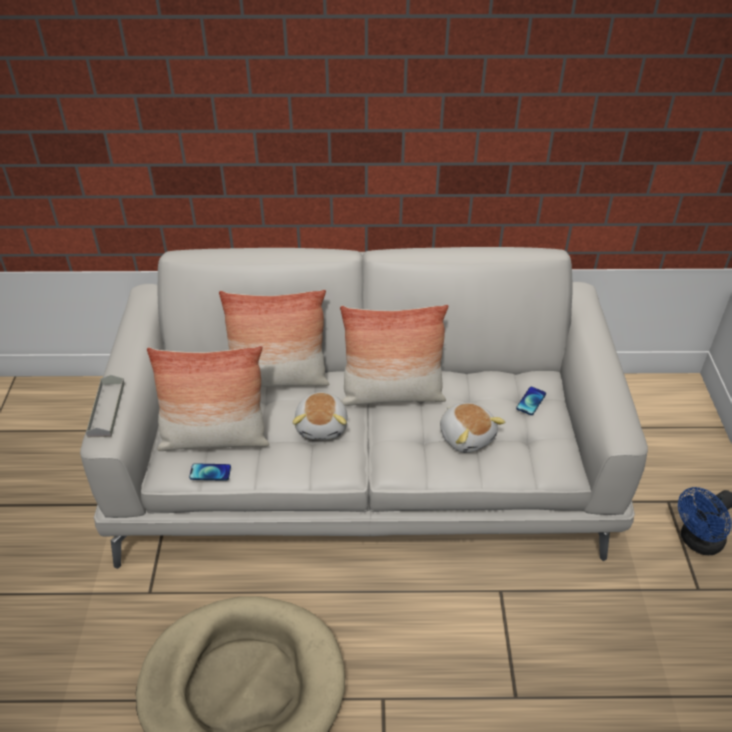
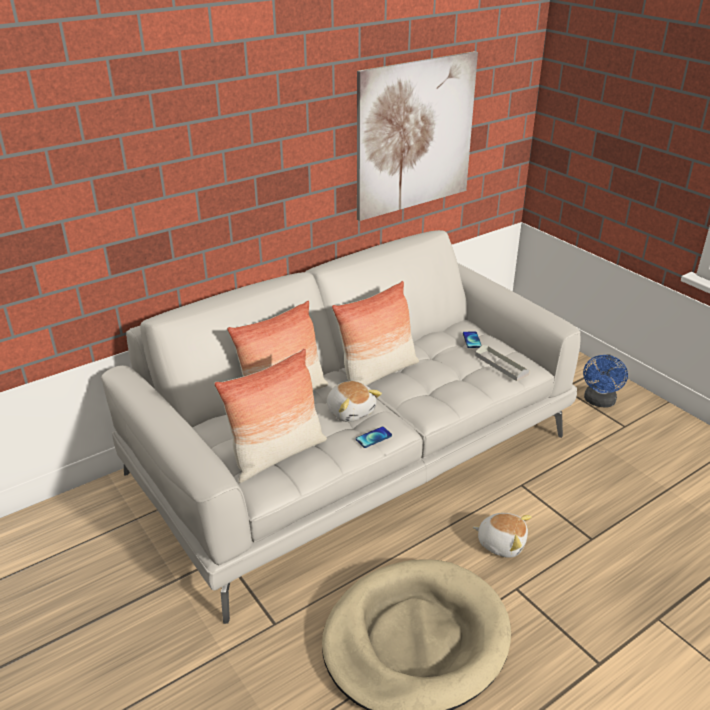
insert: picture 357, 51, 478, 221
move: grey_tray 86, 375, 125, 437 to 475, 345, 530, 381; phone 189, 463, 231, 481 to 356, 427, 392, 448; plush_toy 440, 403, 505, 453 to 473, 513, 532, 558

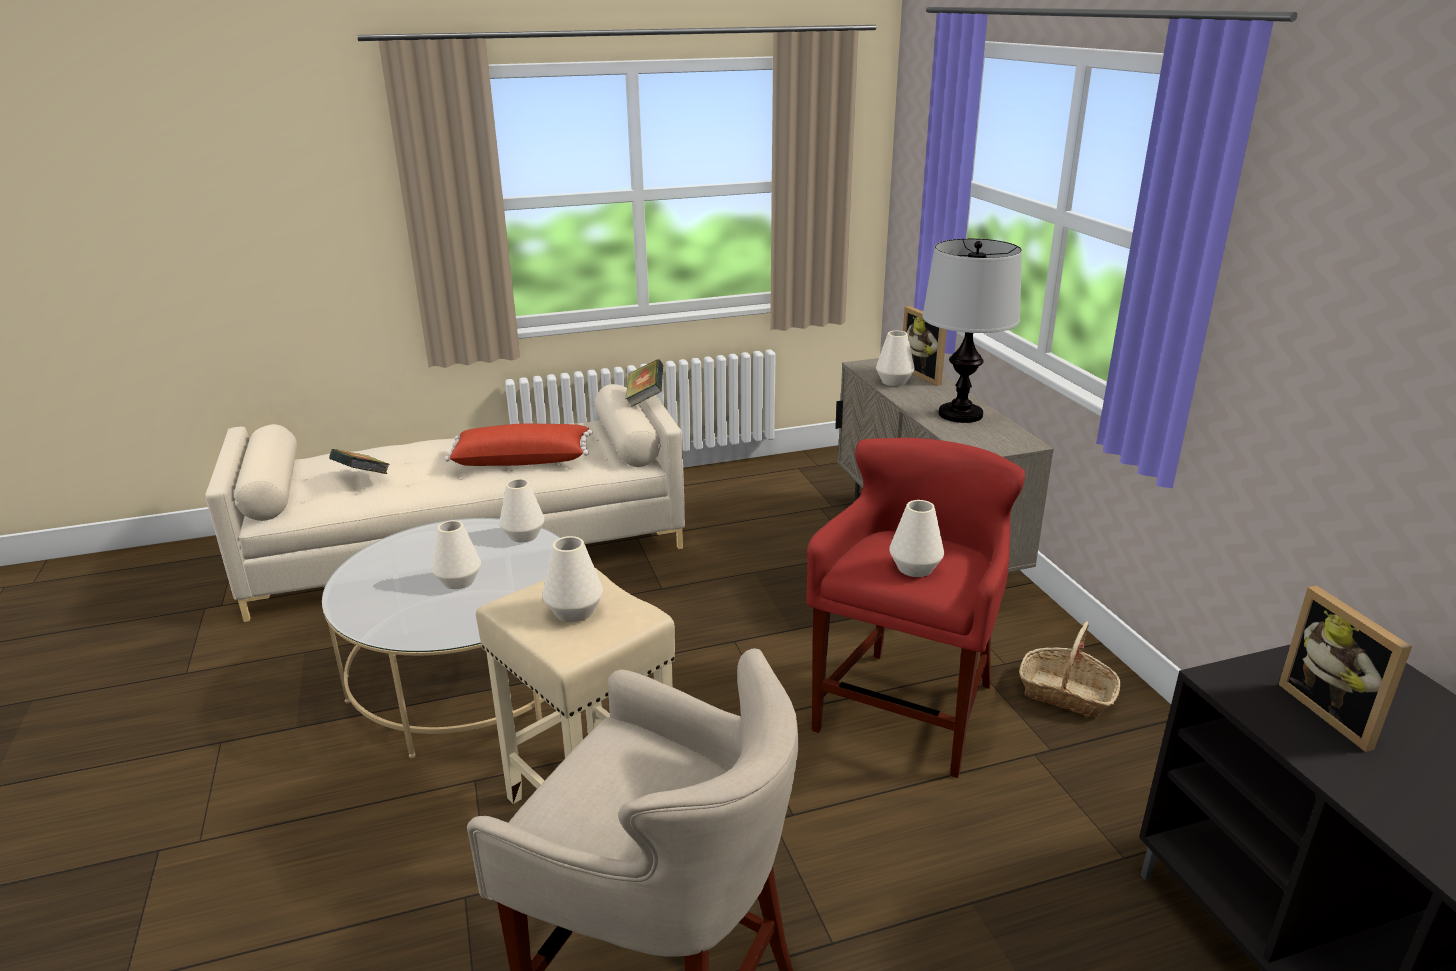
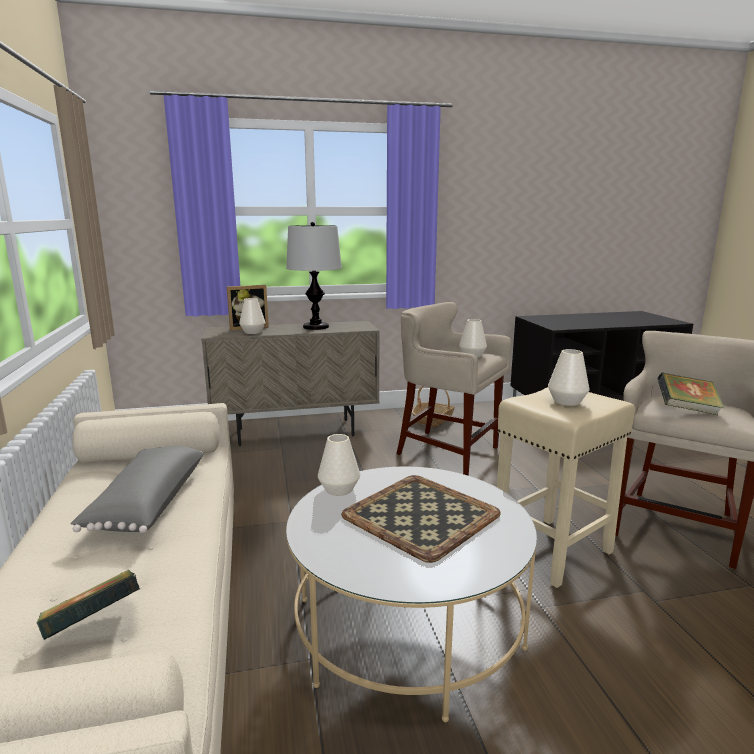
delete: picture_frame 1279, 585, 1412, 752
move: book 625, 359, 663, 407 to 657, 372, 724, 415
replace: white_vase 431, 520, 481, 589 to tray 341, 475, 501, 563
recolor: red_pillow 445, 424, 593, 466 to grey_pillow 70, 446, 204, 533; red_stool 806, 438, 1025, 778 to beige_stool 396, 302, 511, 475

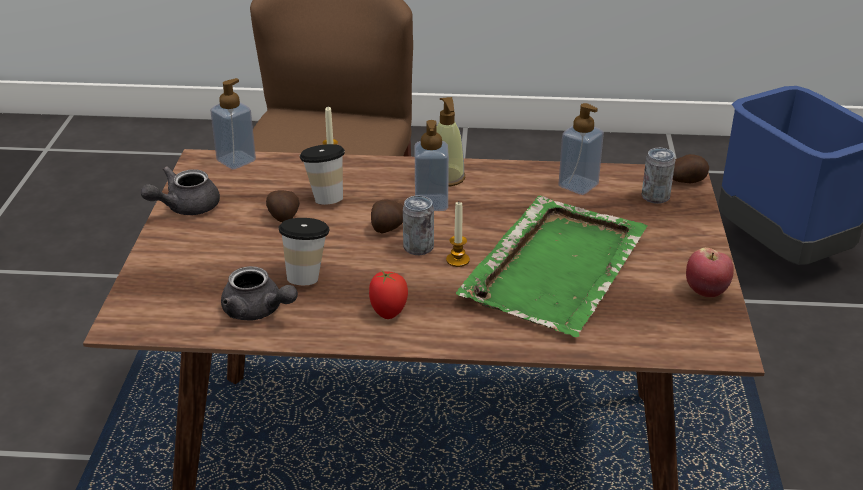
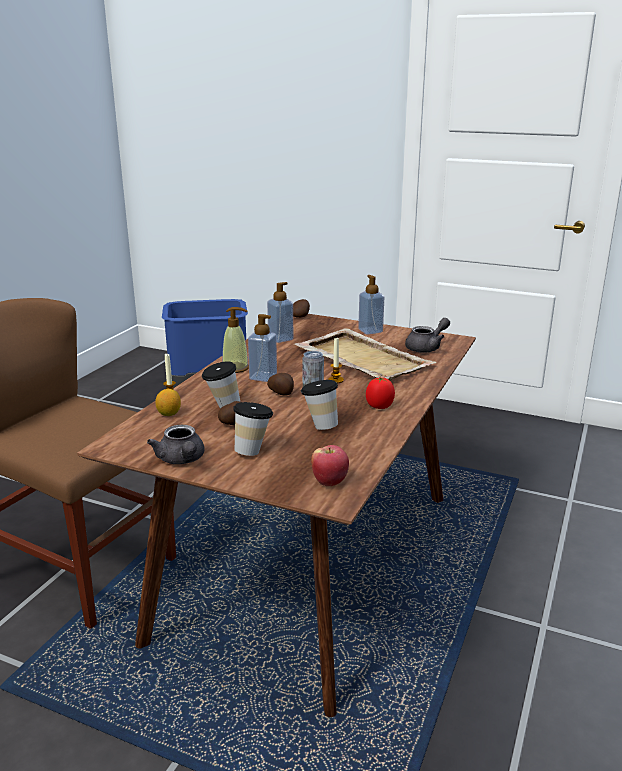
delete: can 641, 148, 675, 204
insert: lemon 155, 389, 181, 416; cup 233, 402, 273, 456
move: soap_dispenser 210, 78, 256, 170 to 358, 275, 384, 335; grey_teapot 221, 266, 298, 321 to 405, 318, 450, 353; apple 686, 248, 734, 298 to 311, 445, 349, 486
recolor: green_tray 456, 196, 647, 337 to beige_tray 294, 328, 437, 380

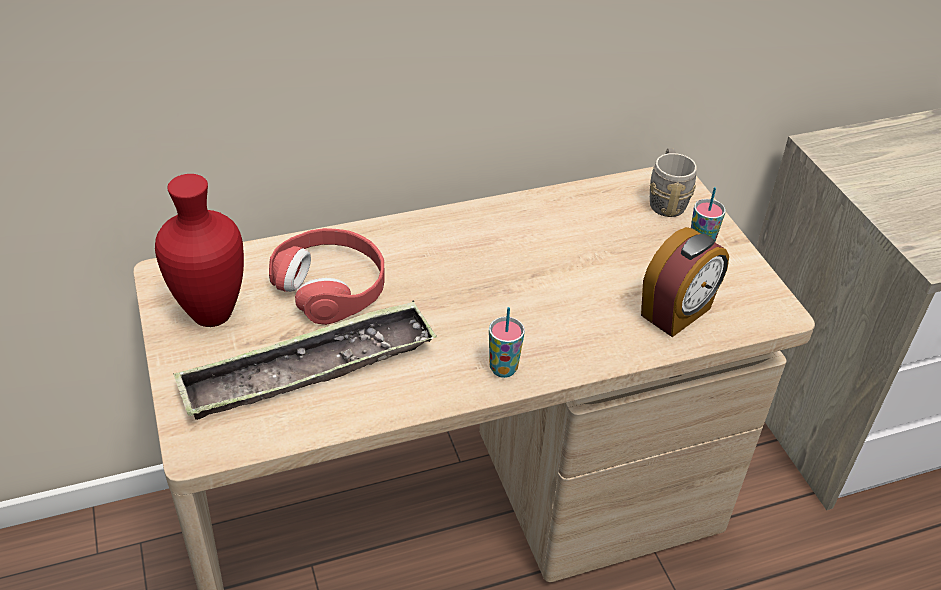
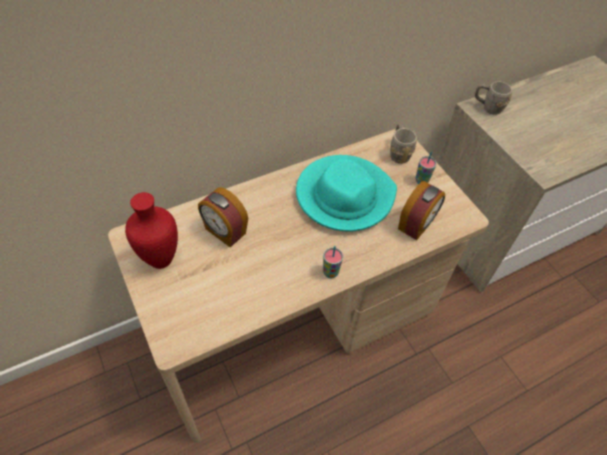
delete: tray 173, 301, 437, 420
insert: turquoise_hat 296, 155, 397, 232; grey_mug 475, 81, 512, 115
replace: red_headphones 269, 228, 385, 325 to alarm_clock 198, 187, 248, 247

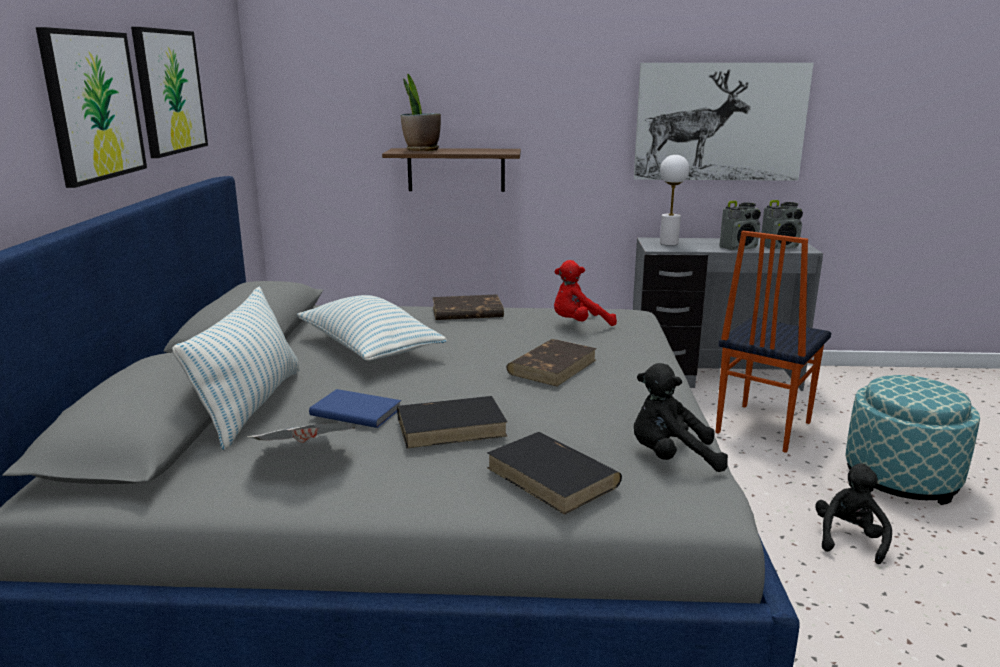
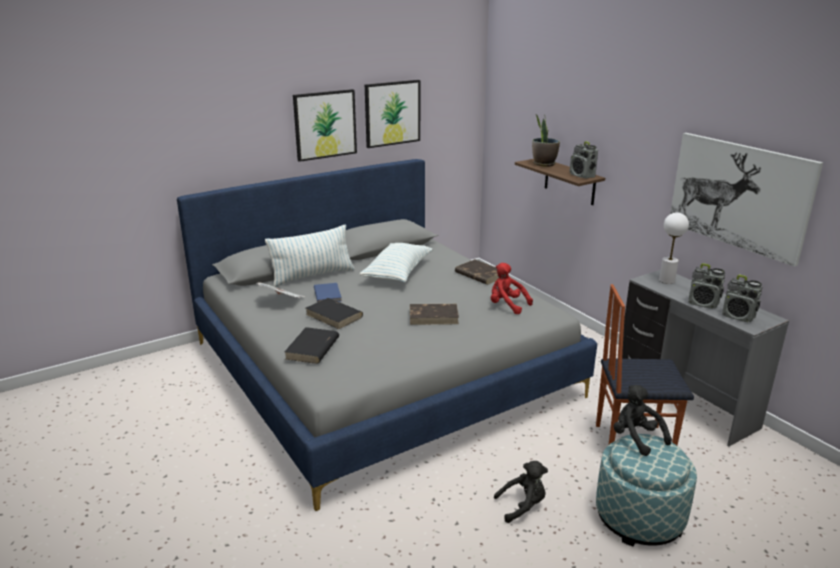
insert: radio 570, 141, 598, 179
move: black_plush_toy 634, 363, 728, 472 to 614, 385, 672, 456

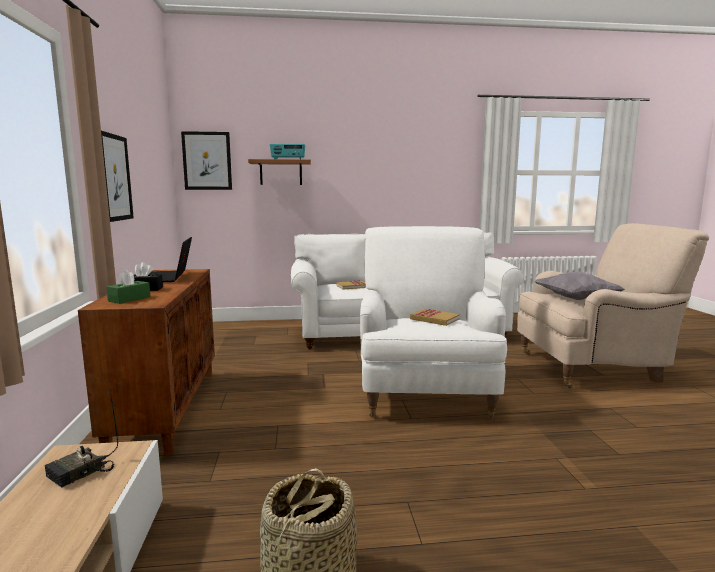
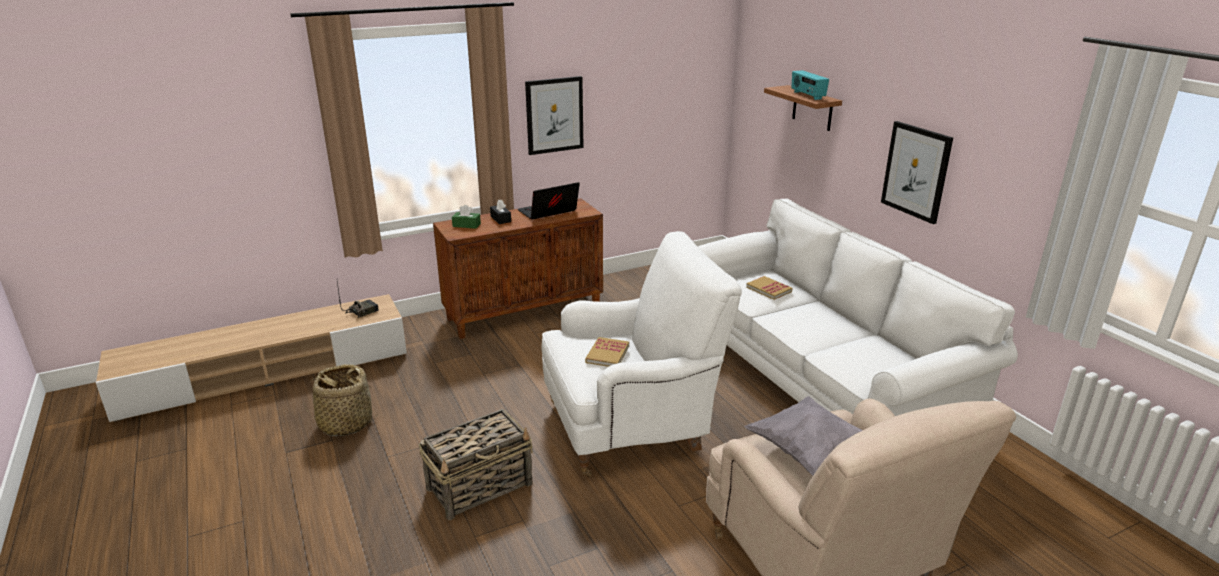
insert: basket 419, 409, 533, 520
move: picture 181, 131, 232, 190 to 881, 121, 953, 224
rotate: radio 45, 389, 118, 488 = 337, 281, 379, 318 120 degrees clockwise

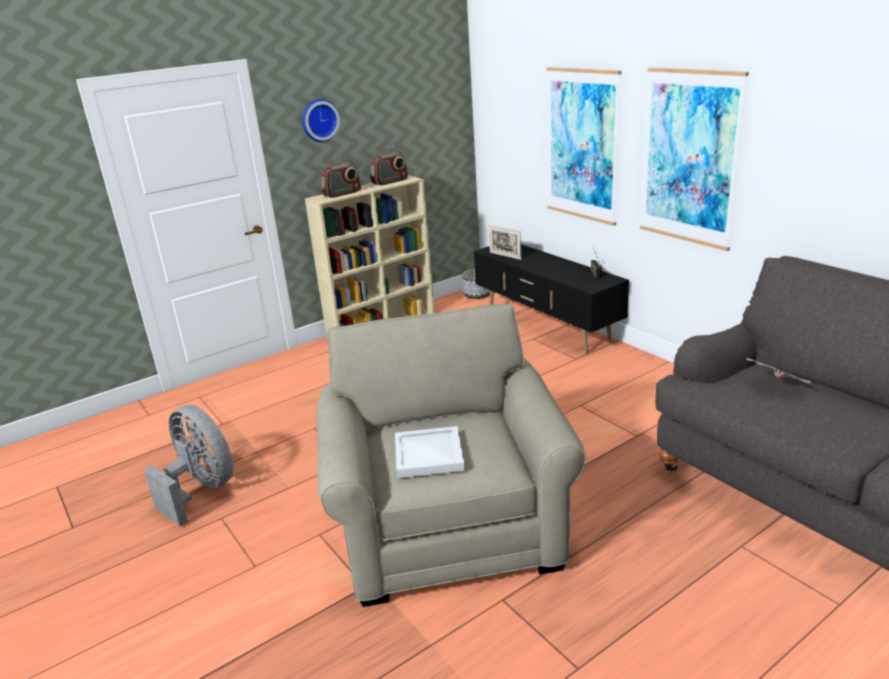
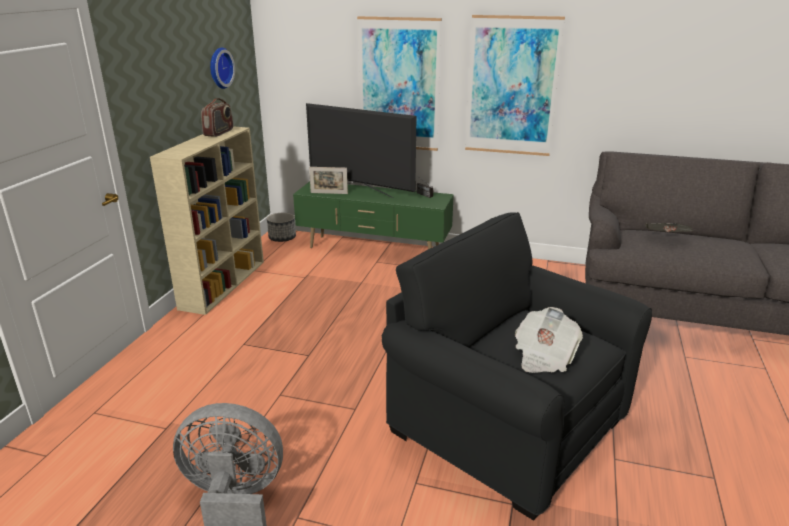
delete: radio 321, 160, 361, 198
insert: television 306, 103, 417, 198
move: wall_clock 302, 99, 340, 142 to 210, 48, 235, 89
replace: white_tray 395, 426, 465, 478 to newspaper 515, 307, 583, 373
recolor: beige_armchair 316, 304, 586, 607 to black_armchair 382, 212, 652, 521; black_tv_stand 474, 244, 629, 354 to green_tv_stand 293, 182, 454, 249

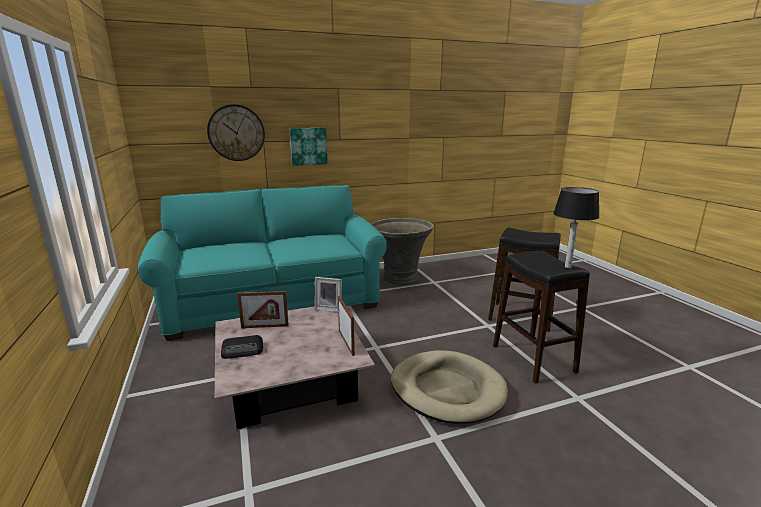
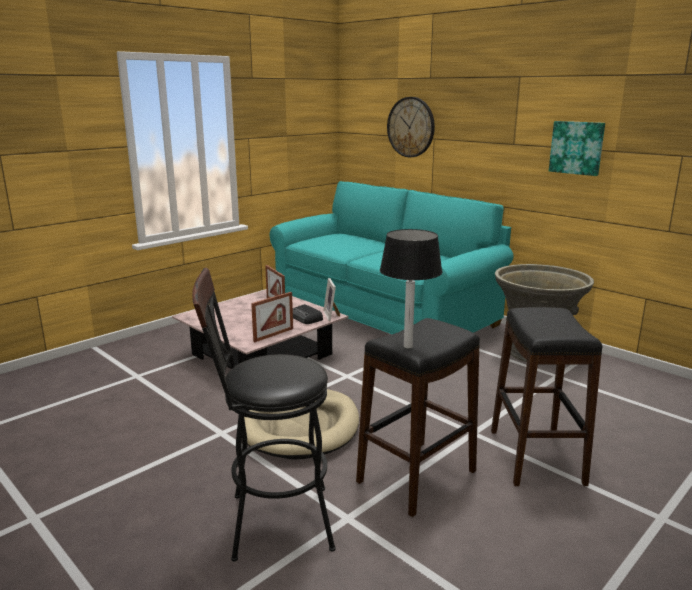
insert: black_stool 192, 268, 335, 562
move: radio 221, 335, 263, 359 to 293, 304, 323, 324; picture 290, 128, 328, 166 to 549, 121, 605, 176

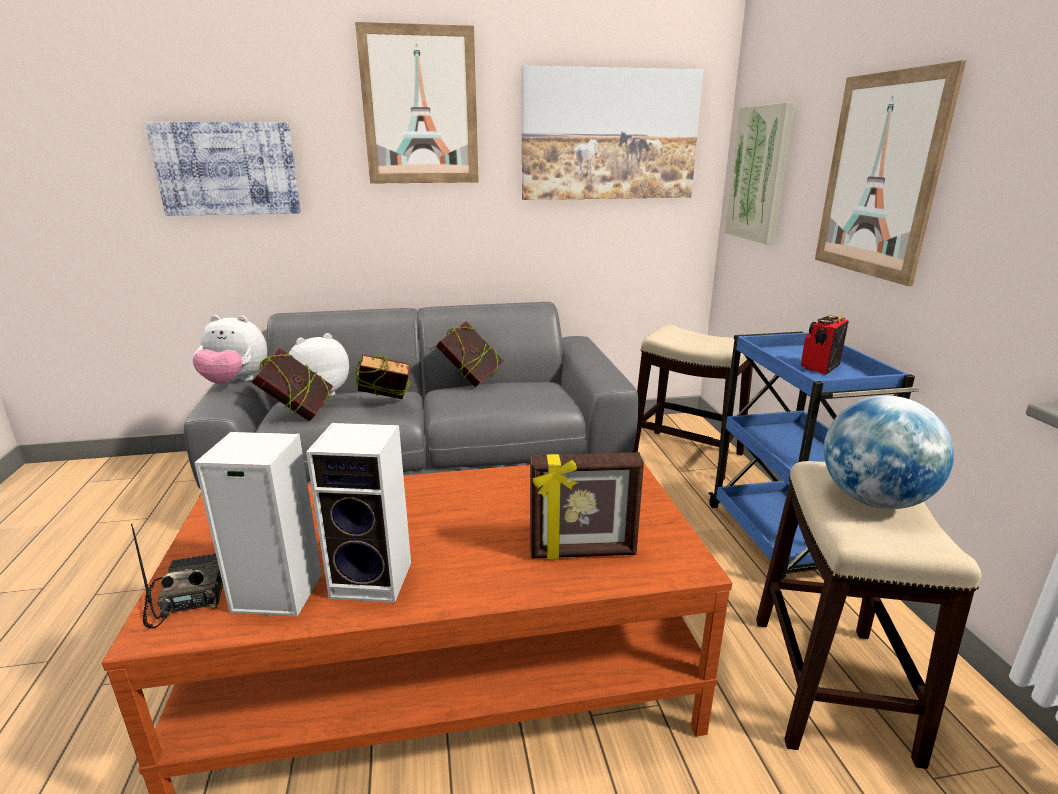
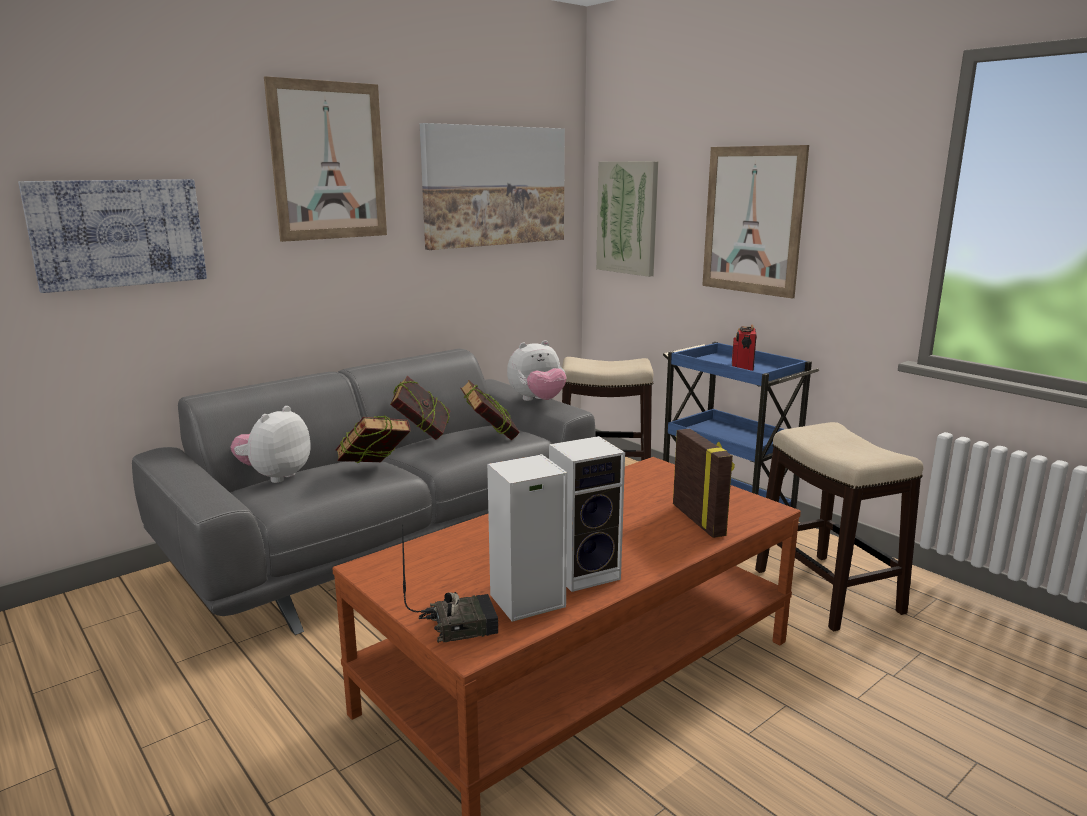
delete: globe 824, 396, 954, 509
move: plush_toy 192, 315, 267, 384 to 507, 340, 567, 401; book 251, 348, 333, 421 to 461, 380, 520, 440
rotate: radio 131, 524, 223, 629 = 402, 524, 498, 643 120 degrees clockwise; picture_frame 530, 452, 644, 560 = 673, 429, 735, 538 75 degrees counterclockwise

